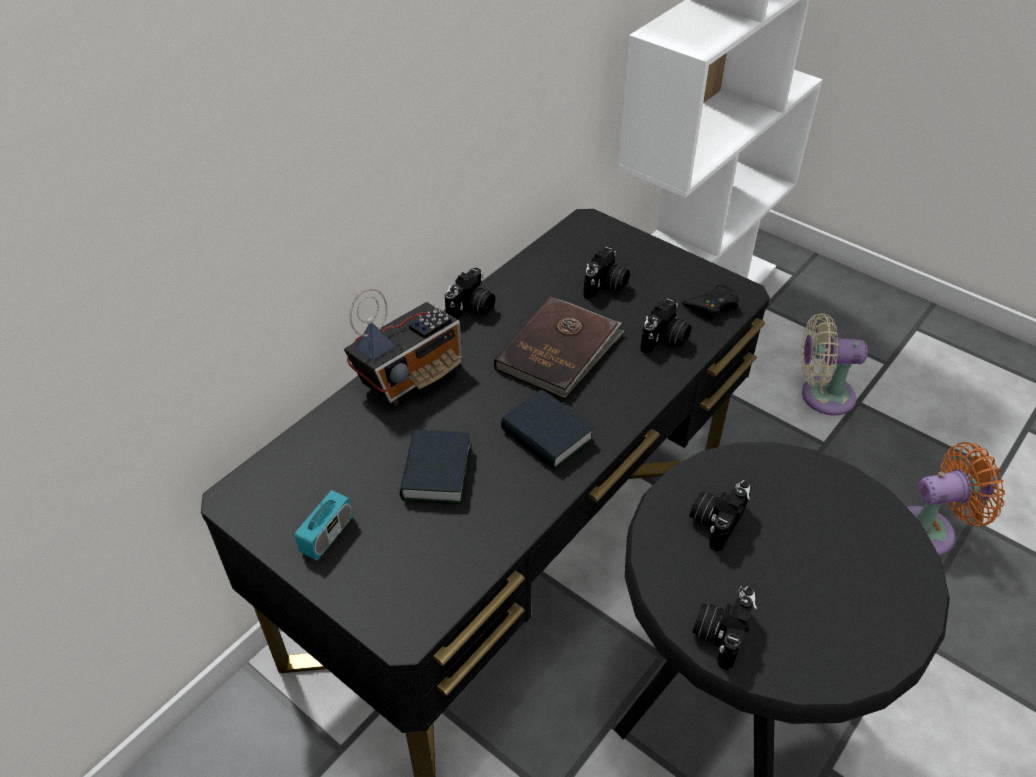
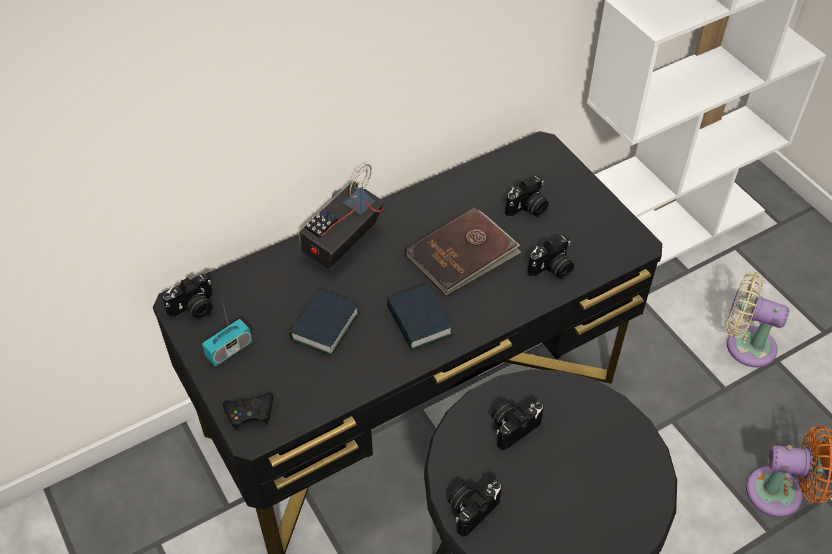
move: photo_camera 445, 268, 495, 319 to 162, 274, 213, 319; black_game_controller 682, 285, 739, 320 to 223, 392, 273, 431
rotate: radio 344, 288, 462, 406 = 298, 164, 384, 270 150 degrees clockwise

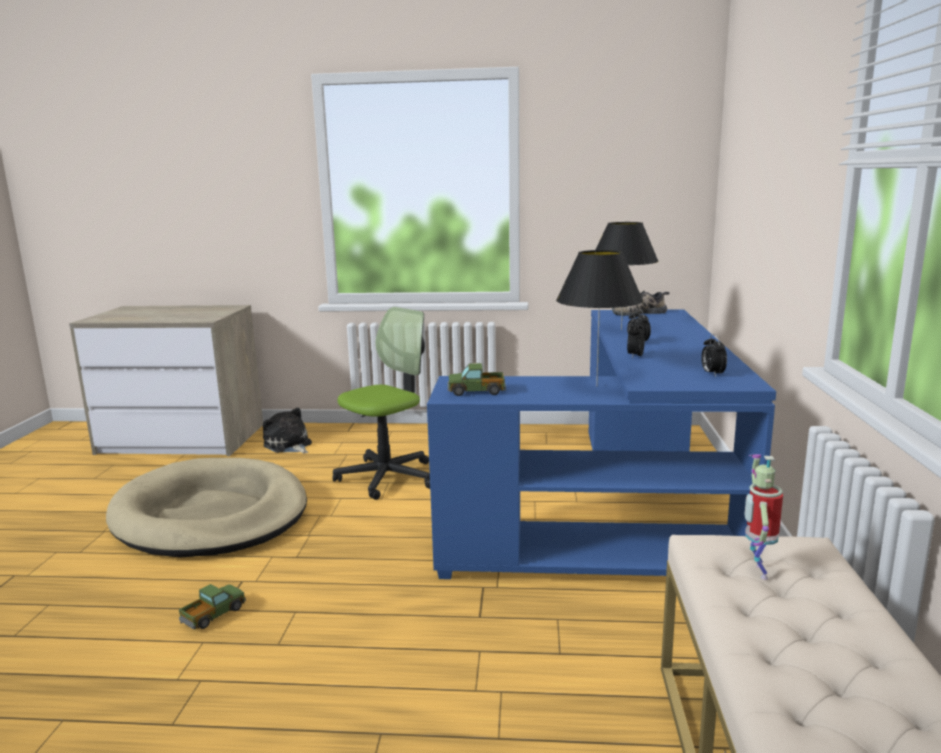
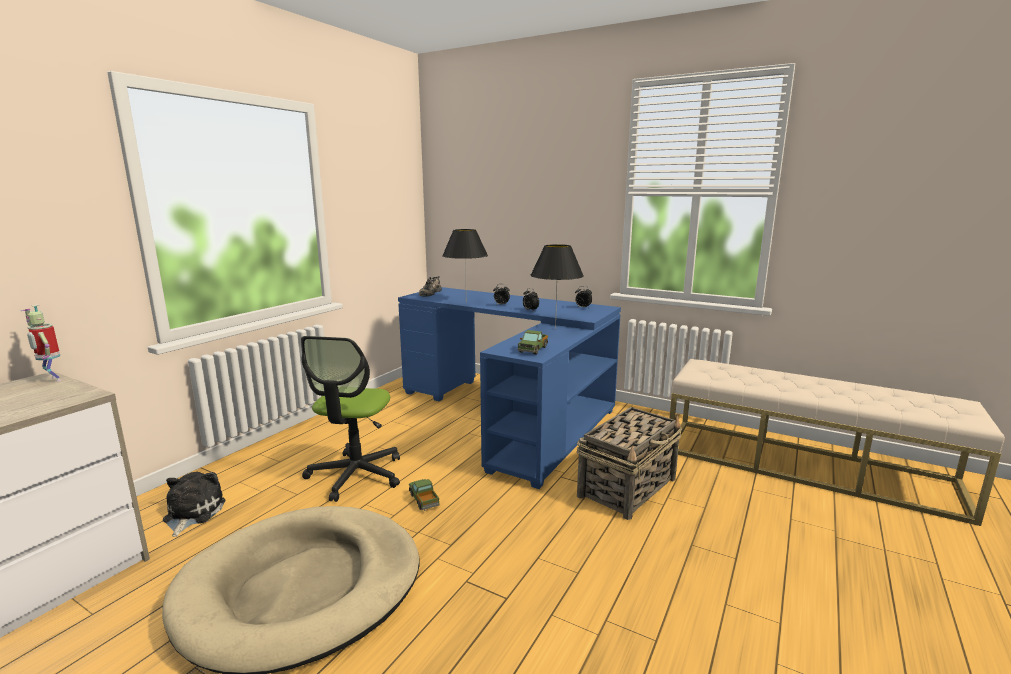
insert: basket 576, 407, 682, 520
move: toy_truck 179, 584, 246, 629 to 409, 479, 440, 511; toy_robot 744, 454, 783, 580 to 22, 304, 62, 382
rotate: plush_toy 263, 408, 312, 453 = 163, 472, 226, 537 105 degrees clockwise; office_chair 332, 307, 430, 500 = 301, 336, 400, 502 150 degrees counterclockwise

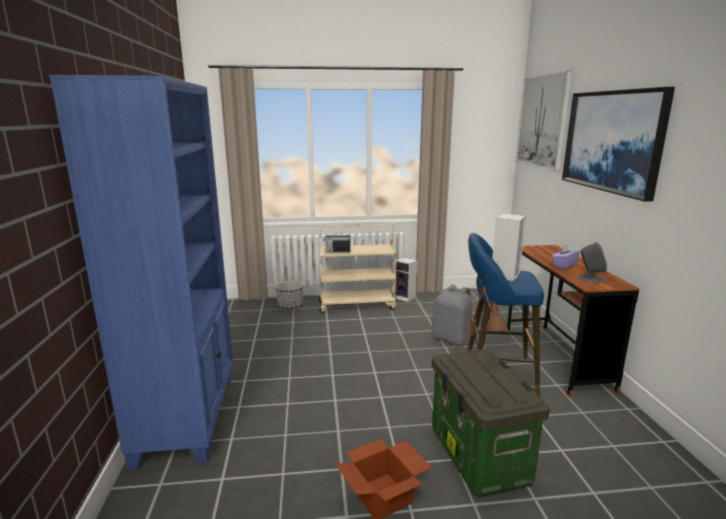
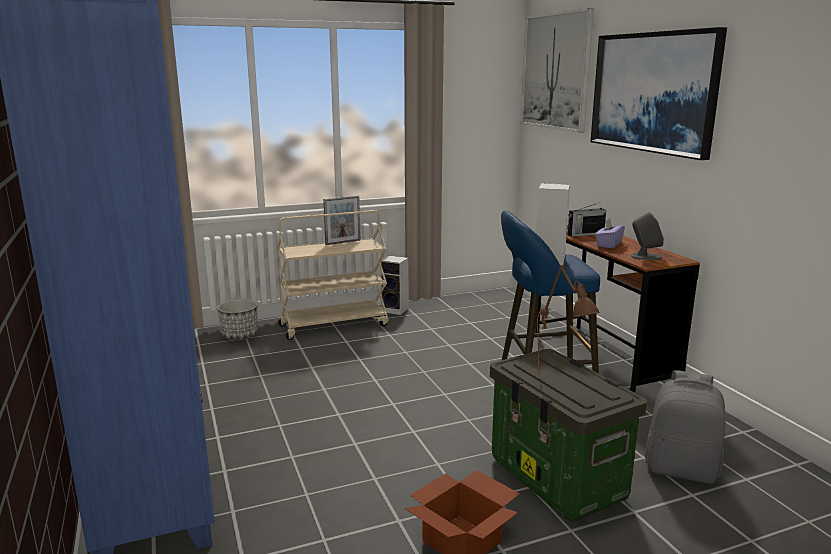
insert: picture_frame 323, 195, 360, 245
move: radio 324, 231, 350, 254 to 568, 202, 606, 237; grey_backpack 432, 284, 472, 346 to 645, 370, 725, 484

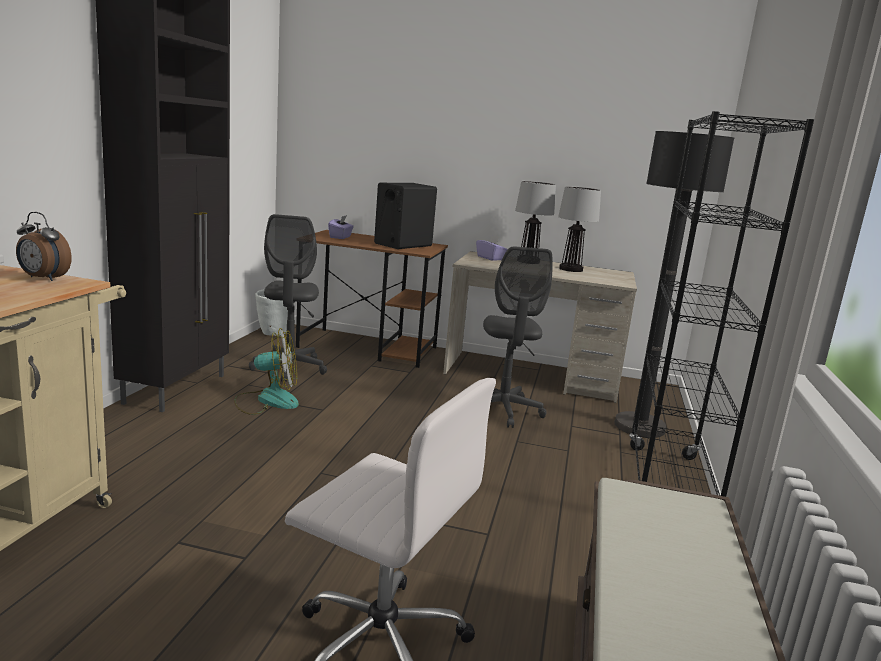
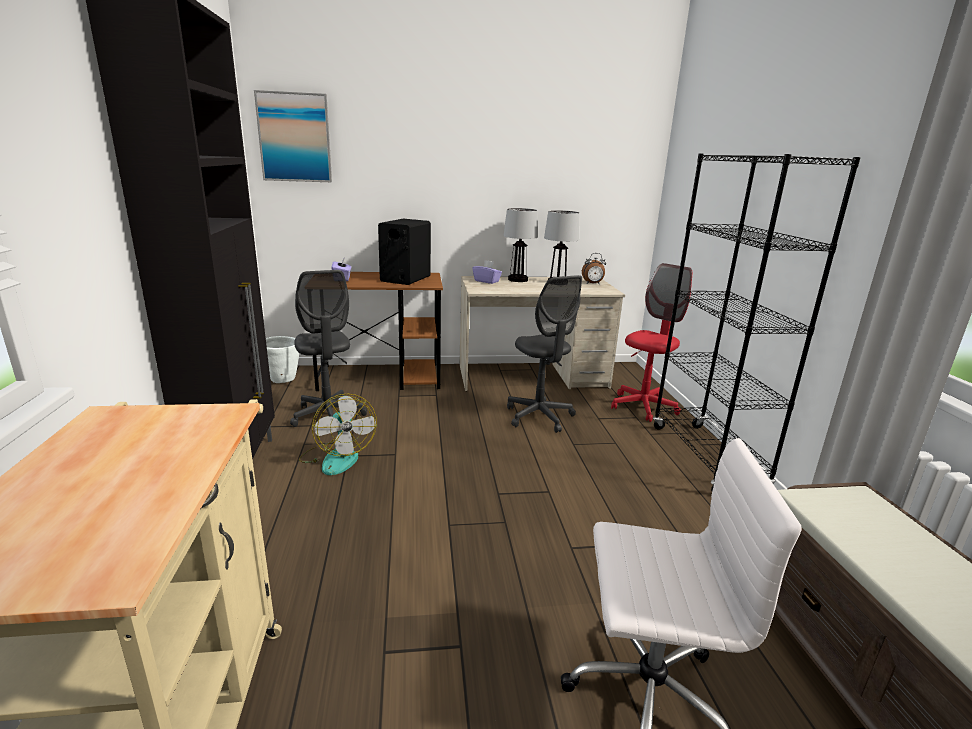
insert: picture 254, 90, 332, 182
move: alarm_clock 16, 212, 72, 281 to 582, 253, 606, 284
replace: black_floor_lamp 614, 131, 734, 438 to red_office_chair 611, 263, 692, 422
rotate: fan 234, 328, 299, 415 = 299, 393, 377, 475 90 degrees clockwise

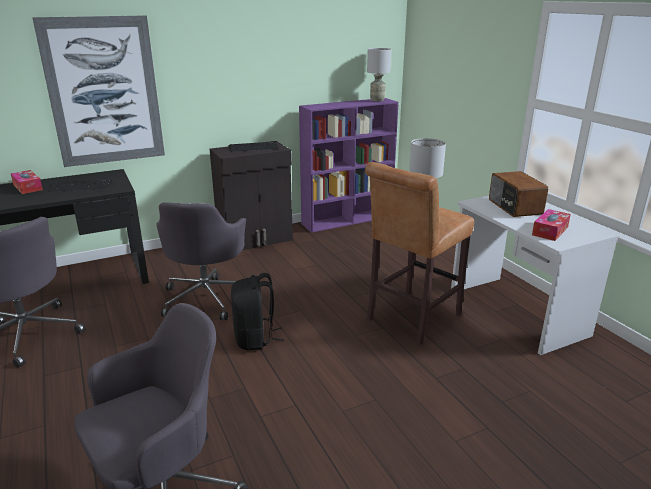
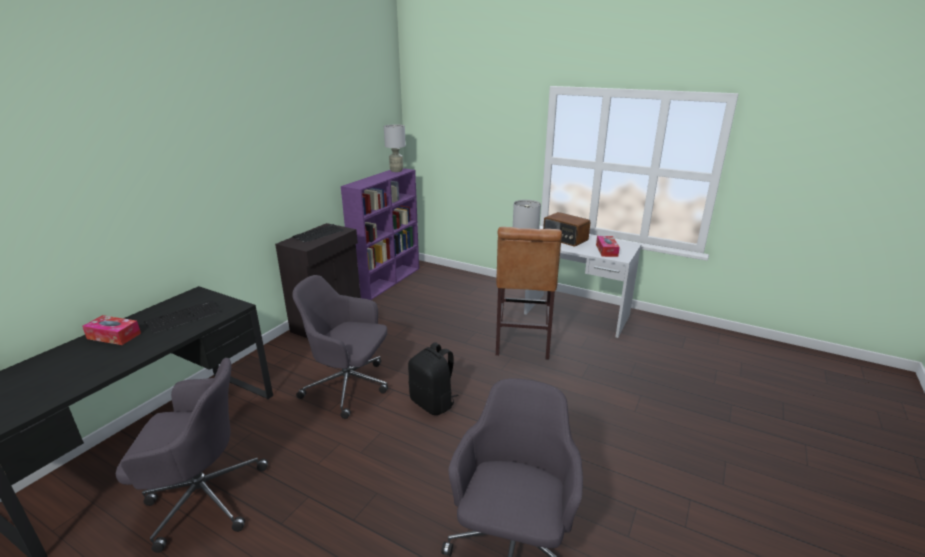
delete: picture 32, 15, 165, 167
rotate: grey_office_chair 156, 202, 246, 320 = 292, 275, 388, 419 135 degrees clockwise

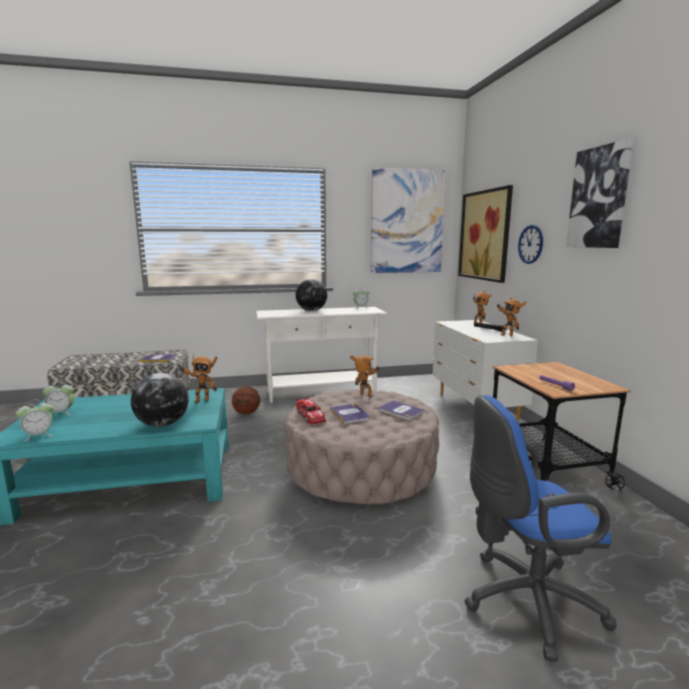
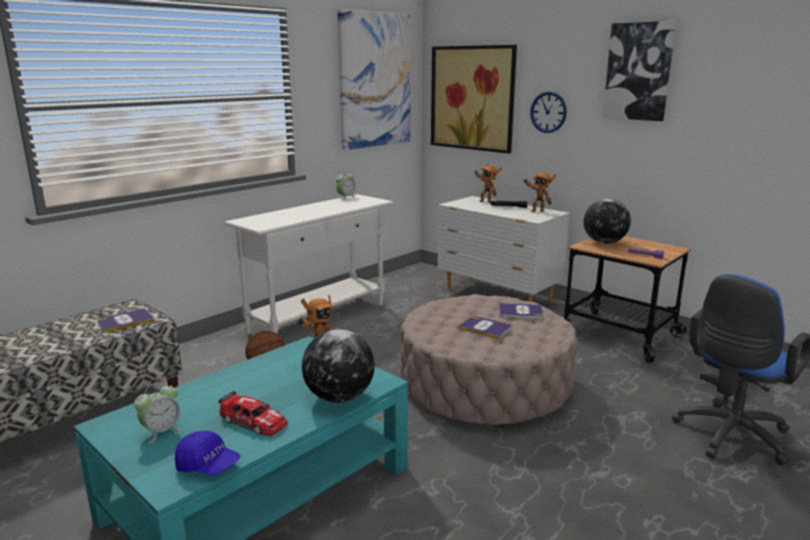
delete: toy_robot 350, 355, 380, 397
move: globe 295, 279, 327, 311 to 584, 199, 631, 244; toy_car 296, 396, 326, 425 to 218, 391, 288, 436
replace: alarm_clock 16, 400, 54, 442 to blue_cap 175, 431, 241, 475

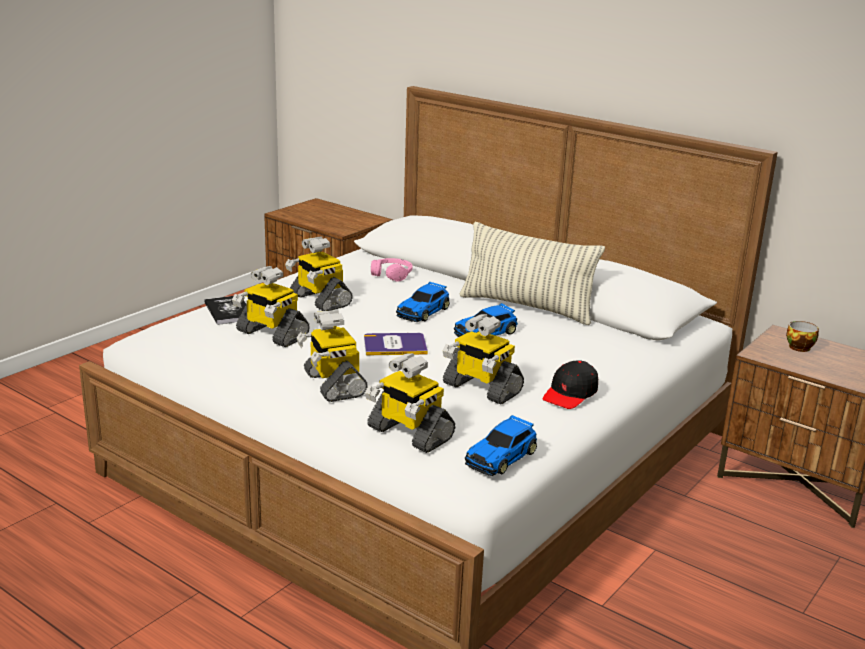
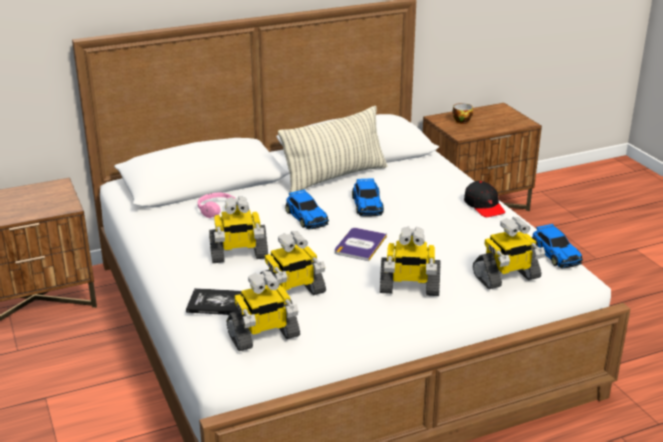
move: toy_robot 443, 314, 524, 404 to 227, 271, 300, 351

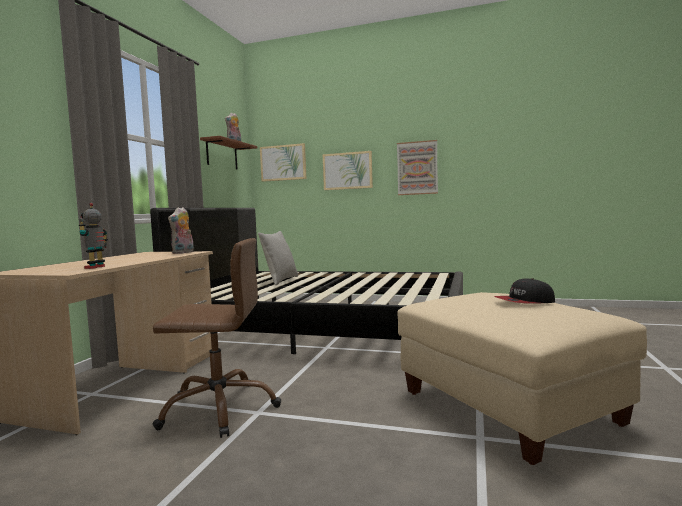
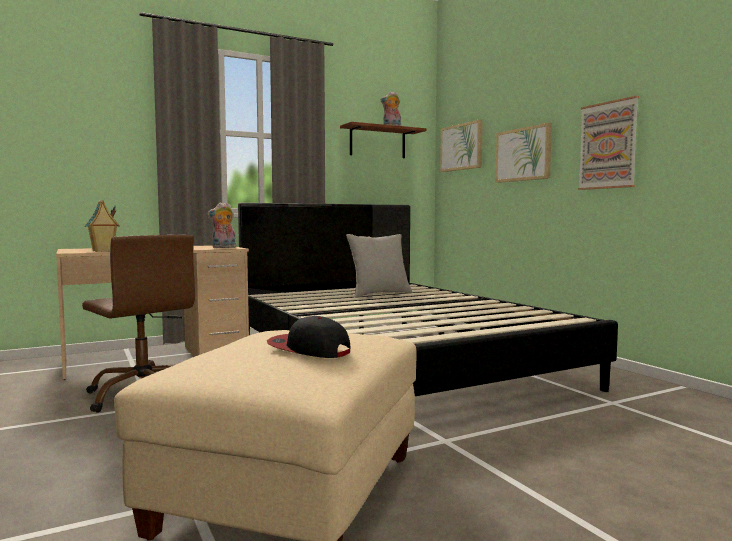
replace: toy_robot 79, 203, 108, 269 to toy_house 85, 200, 120, 252

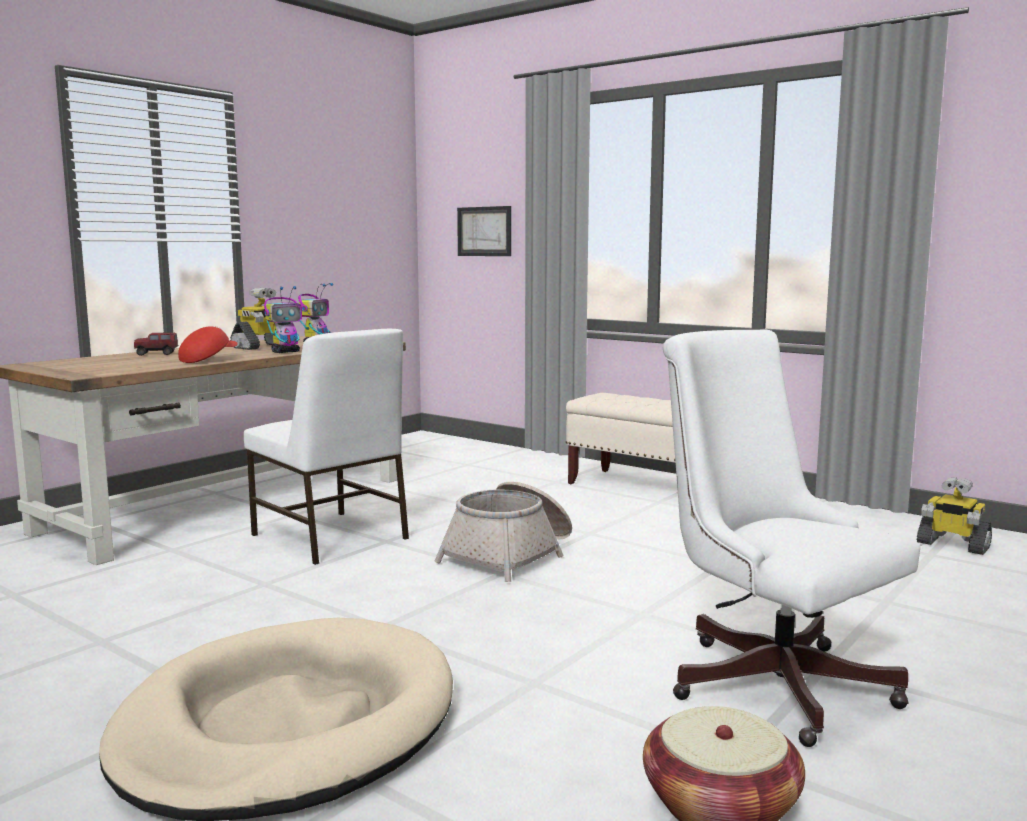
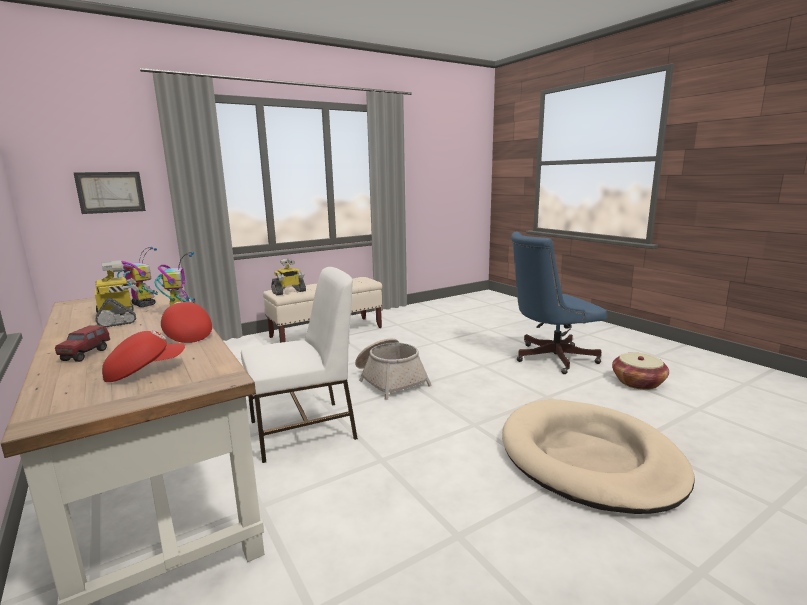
insert: red_cap 102, 330, 185, 382
move: toy_robot 917, 477, 992, 555 to 271, 258, 306, 295
recolor: white_office_chair 662, 330, 920, 747 to blue_office_chair 511, 232, 607, 374

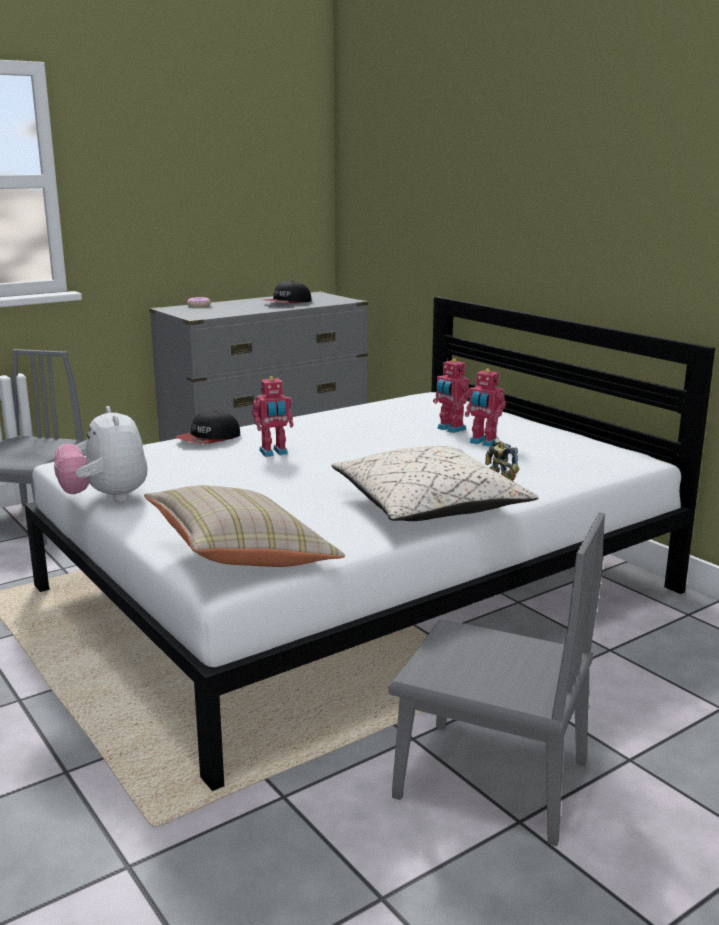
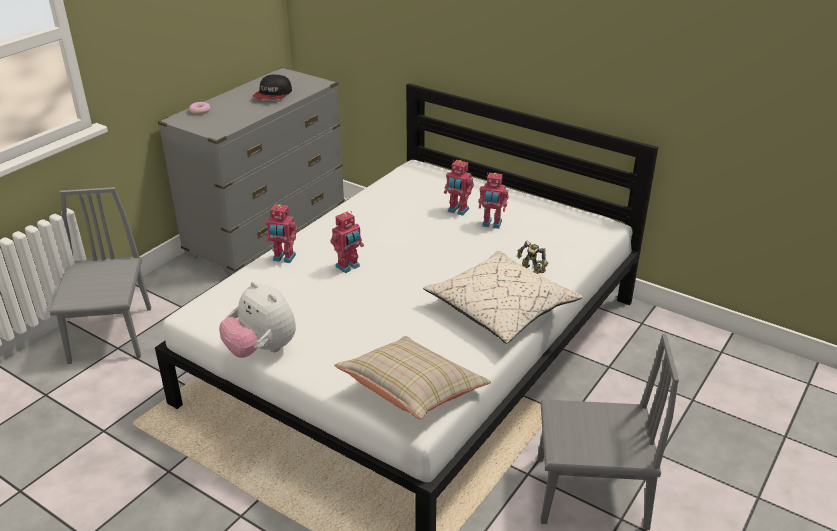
replace: cap 175, 410, 240, 443 to toy_robot 266, 204, 298, 263

